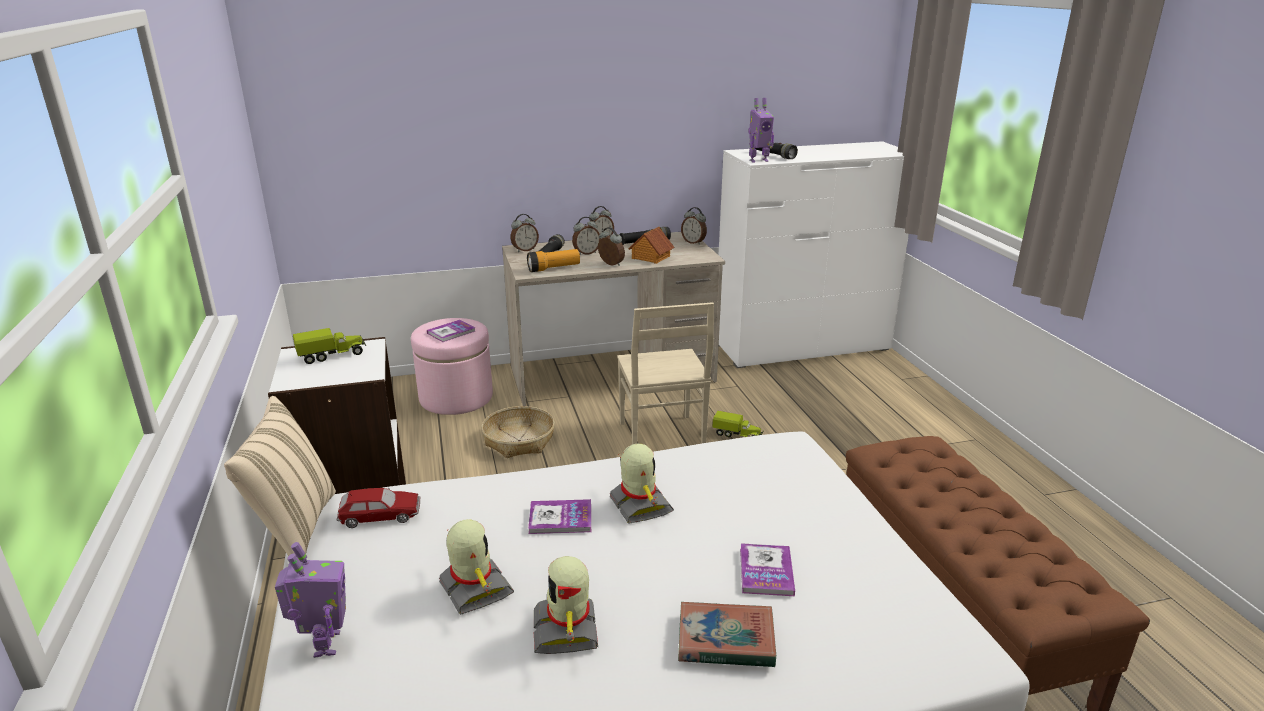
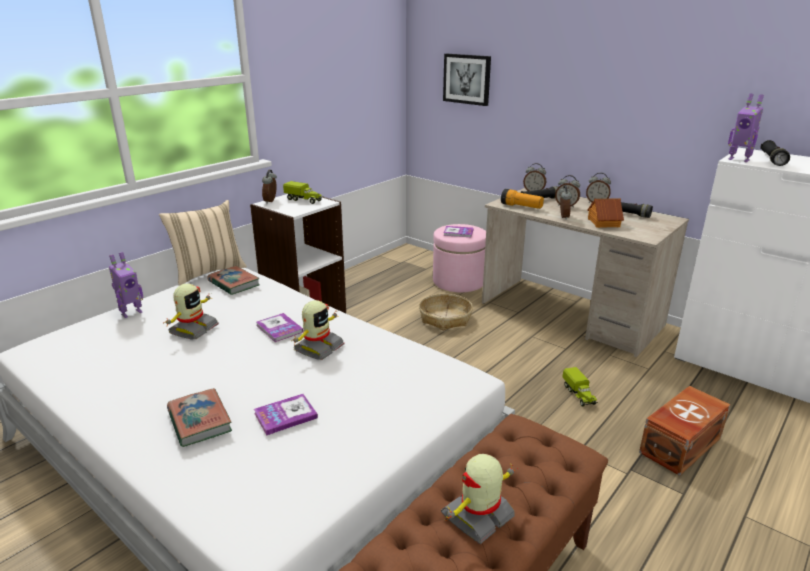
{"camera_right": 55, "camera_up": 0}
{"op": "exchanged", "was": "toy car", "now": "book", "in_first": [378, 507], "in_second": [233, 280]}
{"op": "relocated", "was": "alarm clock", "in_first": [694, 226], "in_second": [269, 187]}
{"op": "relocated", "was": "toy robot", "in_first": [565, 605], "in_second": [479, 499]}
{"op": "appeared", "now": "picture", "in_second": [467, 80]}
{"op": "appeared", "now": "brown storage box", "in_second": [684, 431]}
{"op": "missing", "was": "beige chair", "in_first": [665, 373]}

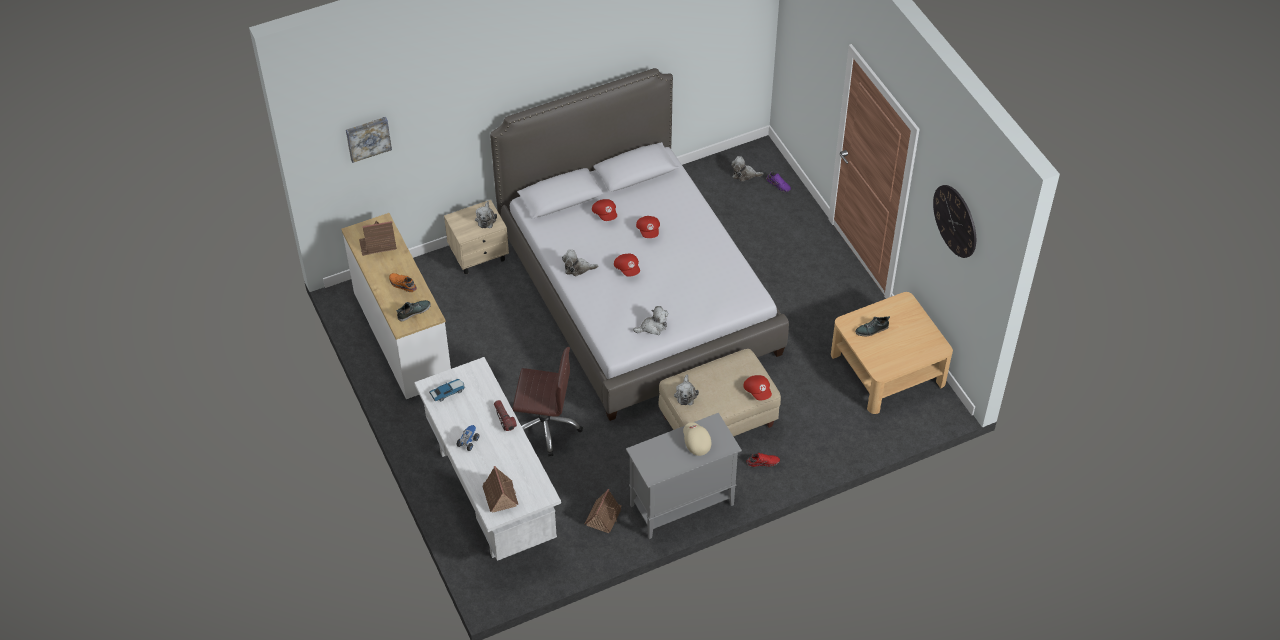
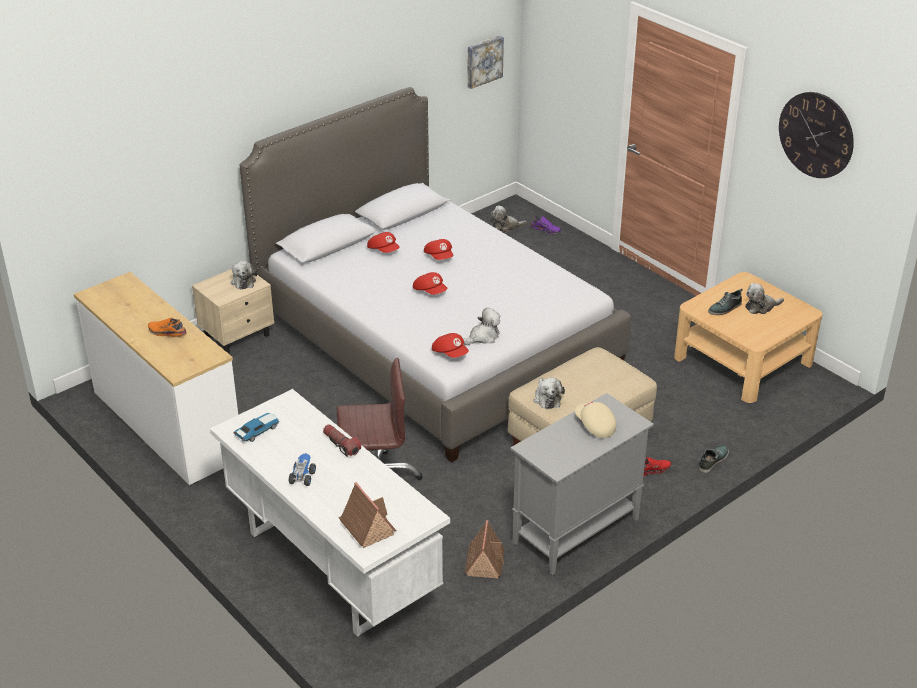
{"camera_right": -15, "camera_up": -15}
{"op": "relocated", "was": "red cap", "in_first": [757, 387], "in_second": [450, 345]}
{"op": "relocated", "was": "picture", "in_first": [369, 140], "in_second": [486, 62]}
{"op": "relocated", "was": "shoe", "in_first": [413, 310], "in_second": [714, 459]}
{"op": "relocated", "was": "plush toy", "in_first": [580, 262], "in_second": [764, 298]}
{"op": "missing", "was": "toy house", "in_first": [378, 238]}

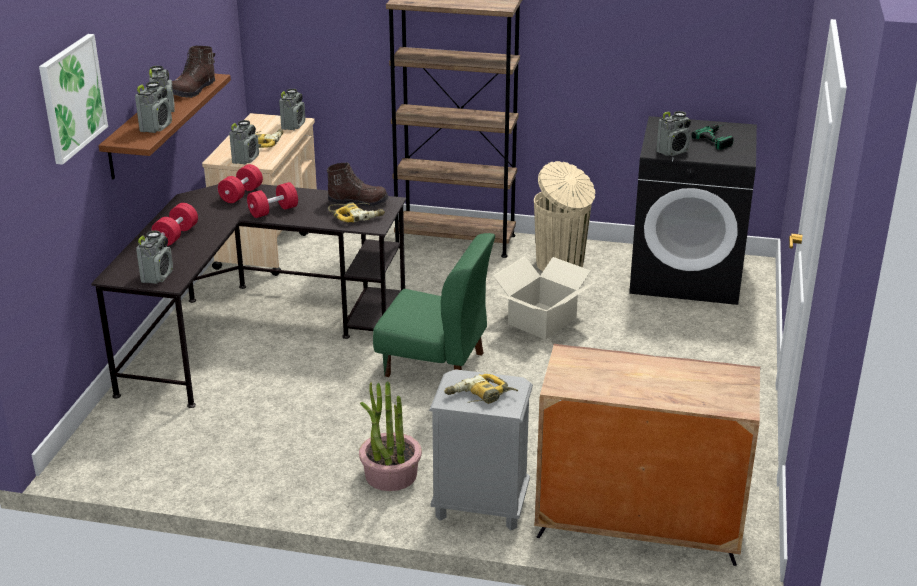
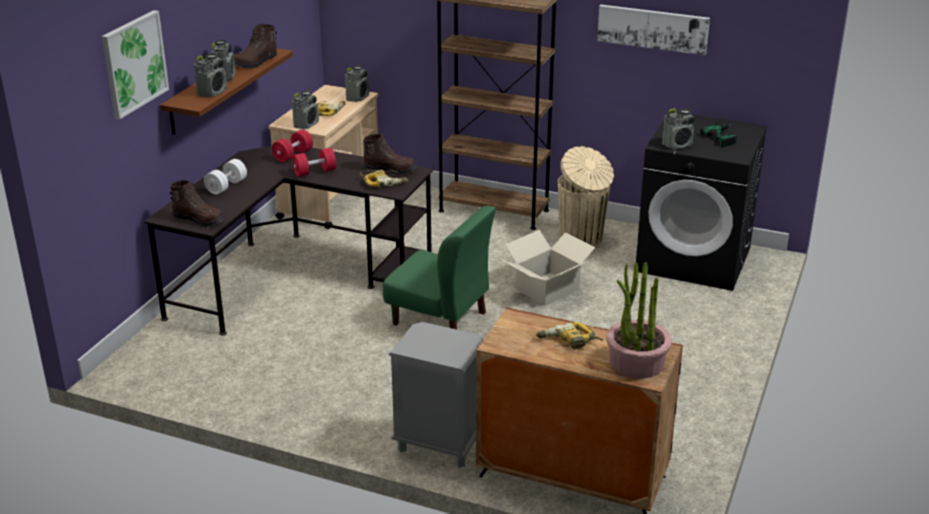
{"camera_right": 10, "camera_up": 0}
{"op": "exchanged", "was": "radio", "now": "brown boot", "in_first": [154, 257], "in_second": [197, 203]}
{"op": "colour", "was": "red dumbbell", "now": "white dumbbell", "in_first": [174, 224], "in_second": [225, 177]}
{"op": "relocated", "was": "power drill", "in_first": [481, 389], "in_second": [569, 336]}
{"op": "appeared", "now": "picture", "in_second": [653, 30]}
{"op": "relocated", "was": "potted plant", "in_first": [390, 436], "in_second": [639, 320]}

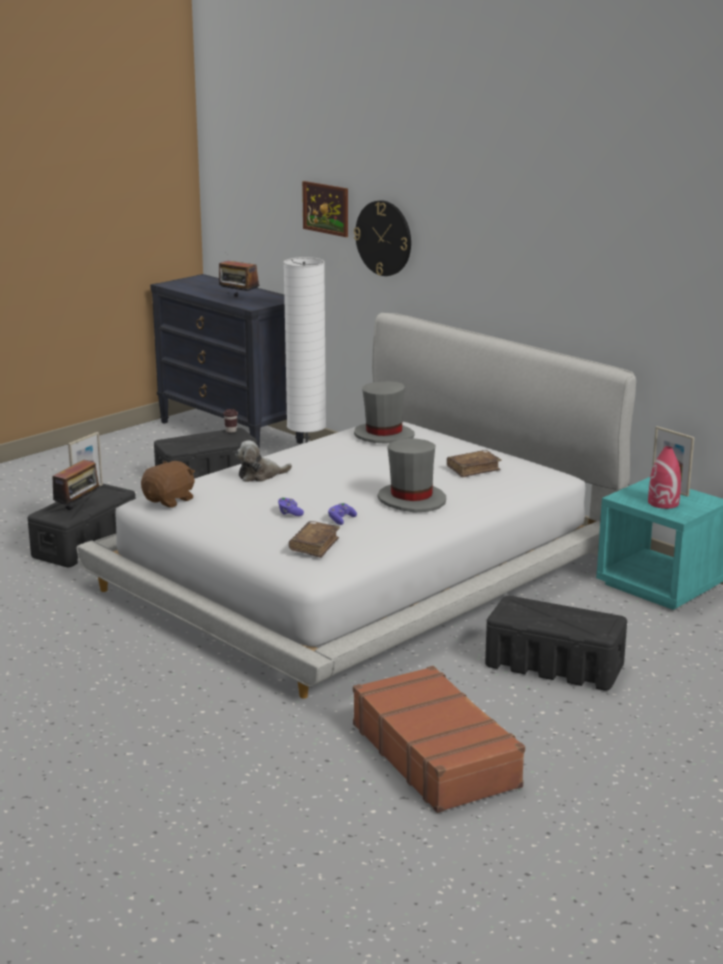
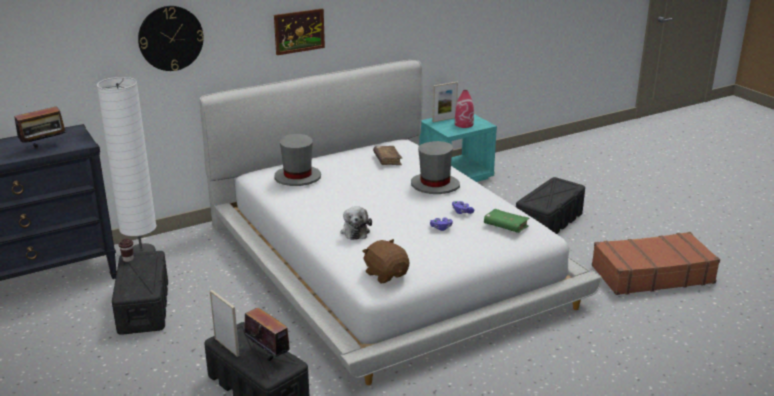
{"camera_right": -75, "camera_up": 5}
{"op": "relocated", "was": "picture", "in_first": [325, 209], "in_second": [299, 31]}
{"op": "colour", "was": "brown book", "now": "green book", "in_first": [314, 539], "in_second": [506, 221]}

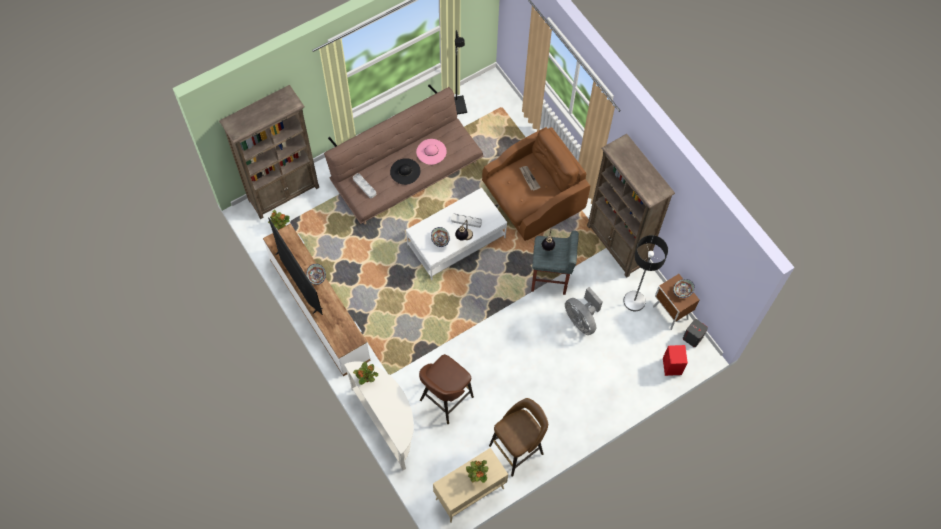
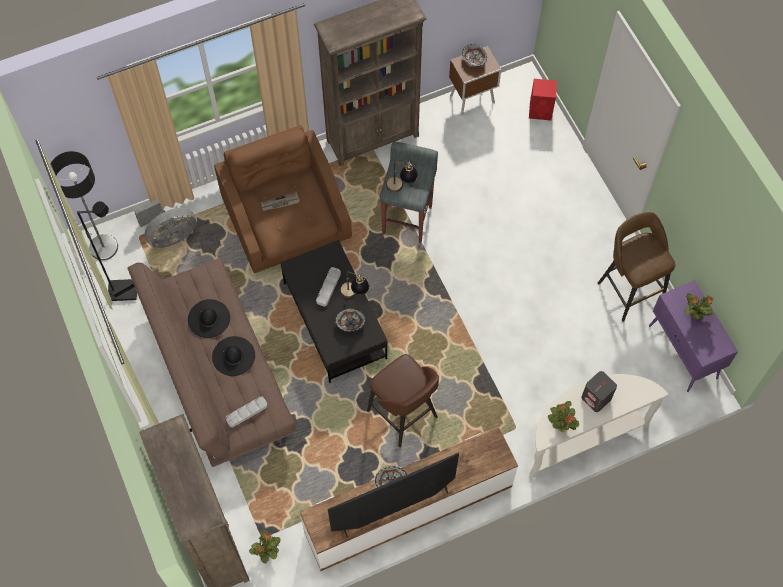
{"camera_right": -80, "camera_up": 0}
{"op": "relocated", "was": "floor lamp", "in_first": [646, 273], "in_second": [84, 205]}
{"op": "relocated", "was": "grey fan", "in_first": [584, 311], "in_second": [165, 223]}
{"op": "colour", "was": "pink hat", "now": "black hat", "in_first": [431, 152], "in_second": [209, 318]}
{"op": "colour", "was": "white coffee table", "now": "black coffee table", "in_first": [456, 234], "in_second": [334, 311]}
{"op": "relocated", "was": "brown stool", "in_first": [446, 389], "in_second": [403, 400]}
{"op": "relocated", "was": "grey speaker", "in_first": [695, 333], "in_second": [599, 391]}
{"op": "colour", "was": "beige cabinet", "now": "purple cabinet", "in_first": [470, 485], "in_second": [693, 336]}

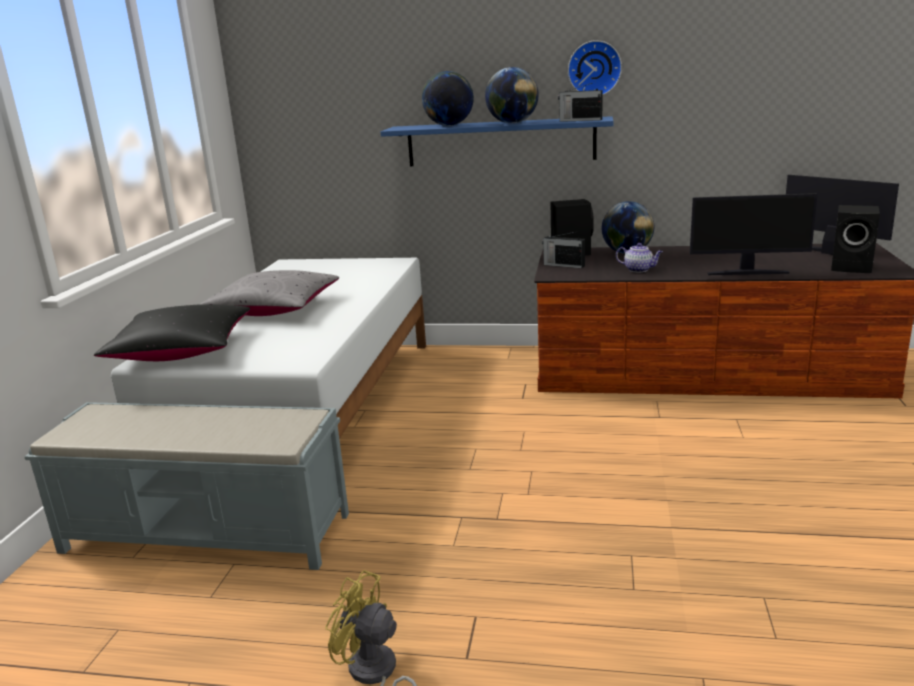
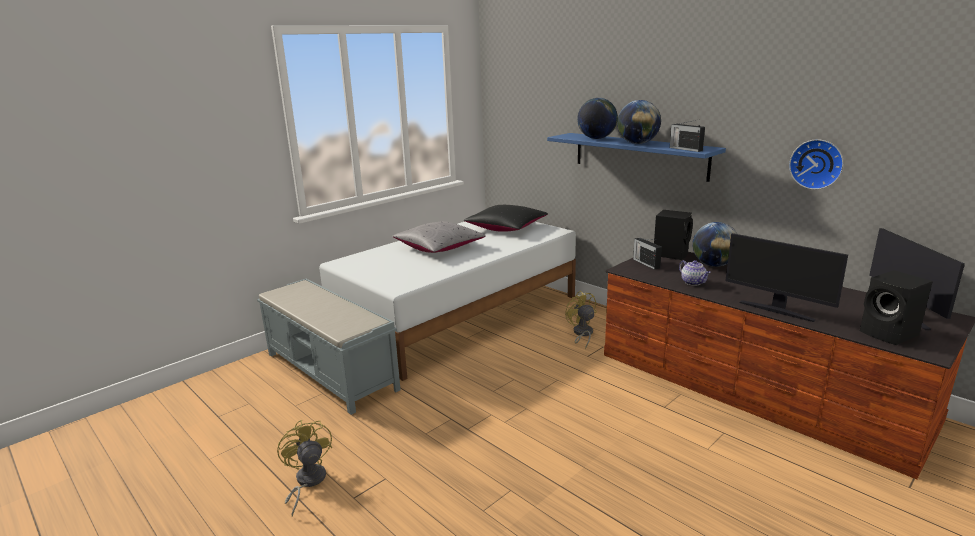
{"camera_right": 35, "camera_up": 0}
{"op": "relocated", "was": "black pillow", "in_first": [172, 332], "in_second": [506, 218]}
{"op": "appeared", "now": "yellow fan", "in_second": [581, 320]}
{"op": "relocated", "was": "wall clock", "in_first": [595, 67], "in_second": [816, 164]}

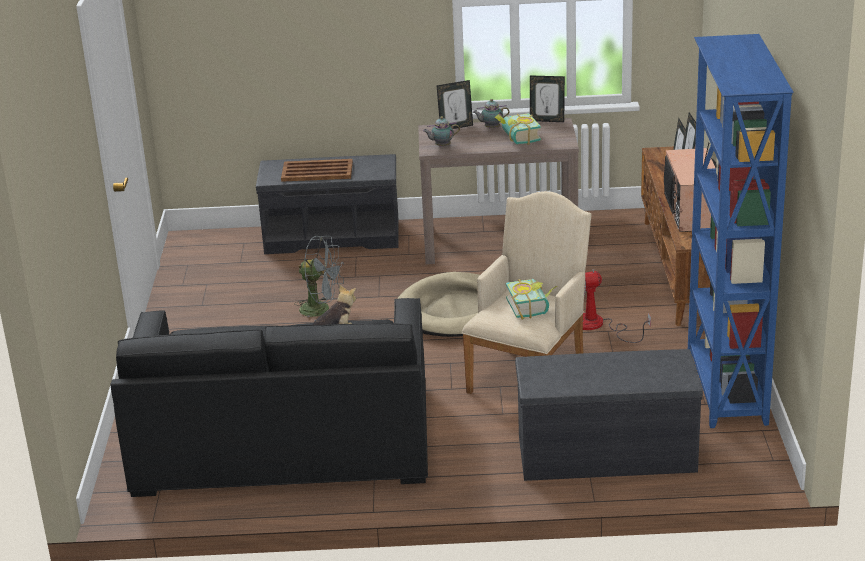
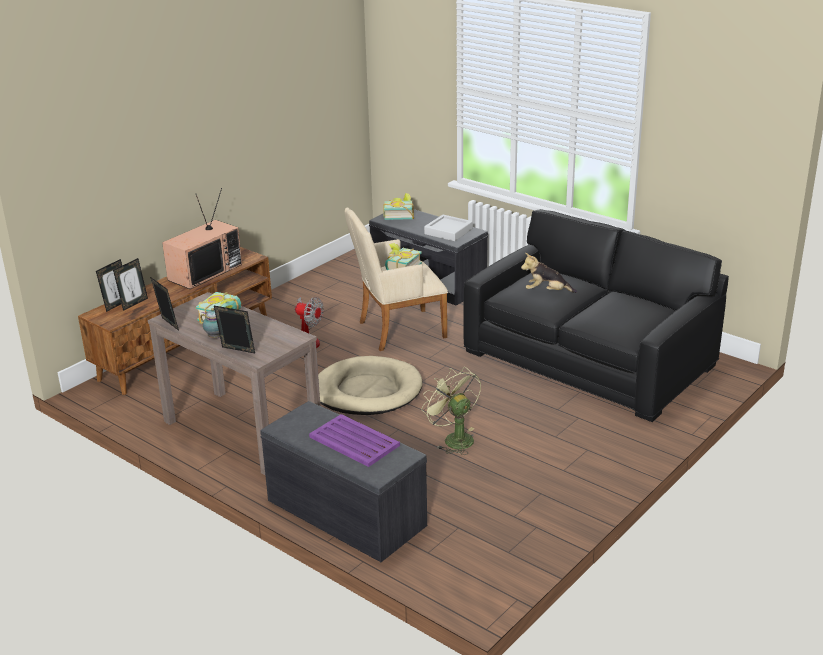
{"camera_right": -140, "camera_up": 0}
{"op": "colour", "was": "brown tray", "now": "purple tray", "in_first": [317, 170], "in_second": [354, 440]}
{"op": "appeared", "now": "book", "in_second": [398, 206]}
{"op": "colour", "was": "grey fan", "now": "green fan", "in_first": [319, 279], "in_second": [451, 411]}
{"op": "appeared", "now": "grey tray", "in_second": [448, 228]}
{"op": "missing", "was": "teapot", "in_first": [441, 131]}
{"op": "missing", "was": "blue bookcase", "in_first": [740, 231]}

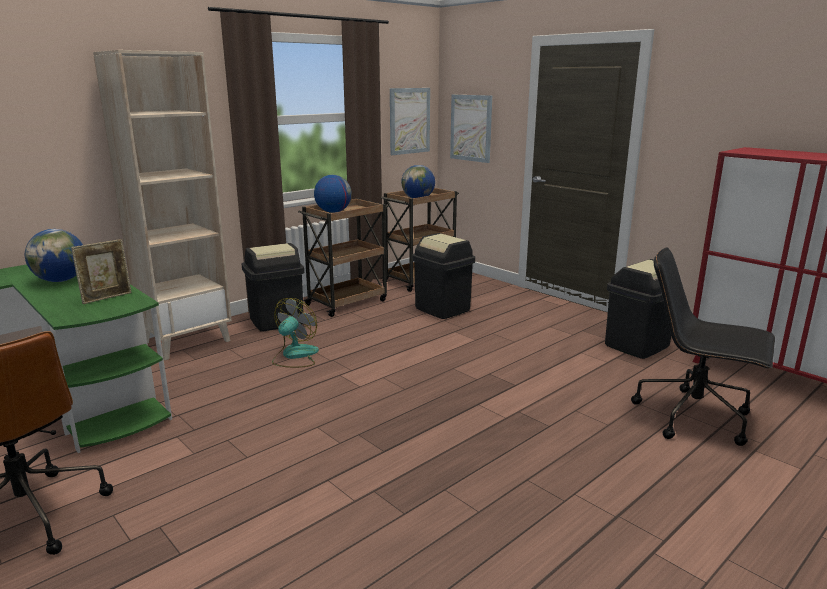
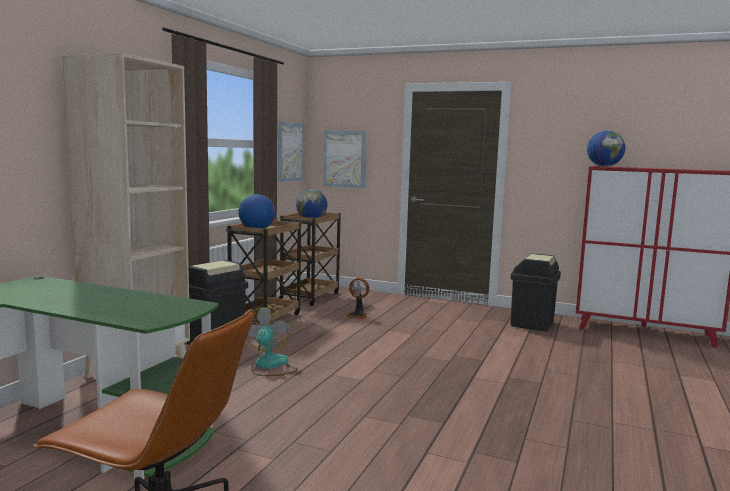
{"camera_right": -25, "camera_up": -10}
{"op": "exchanged", "was": "black trash can", "now": "fan", "in_first": [443, 276], "in_second": [357, 298]}
{"op": "relocated", "was": "globe", "in_first": [54, 255], "in_second": [606, 149]}
{"op": "missing", "was": "picture frame", "in_first": [101, 271]}
{"op": "missing", "was": "black office chair", "in_first": [703, 346]}

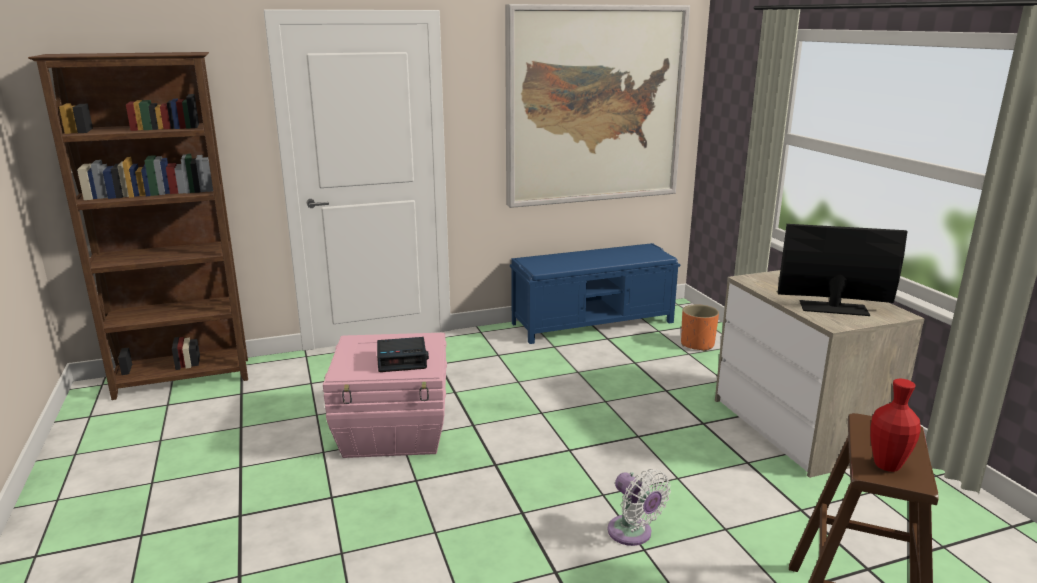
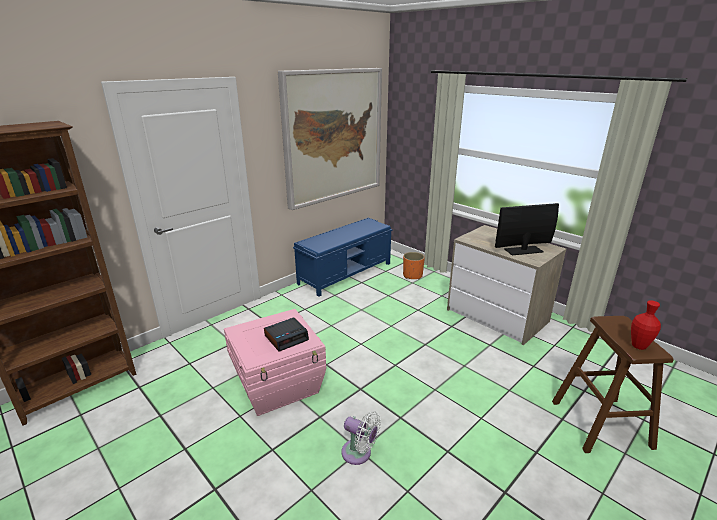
{"camera_right": -25, "camera_up": 5}
{"op": "relocated", "was": "white fan", "in_first": [639, 507], "in_second": [361, 438]}

